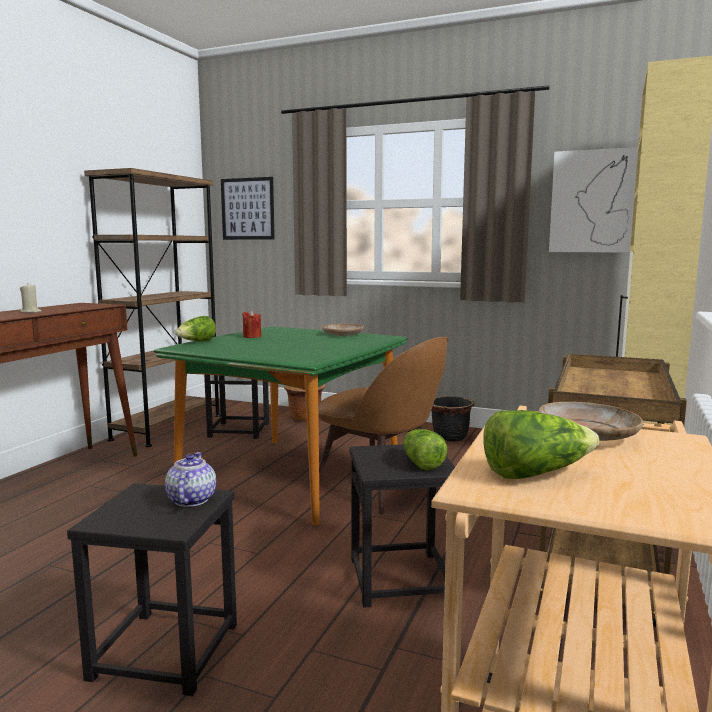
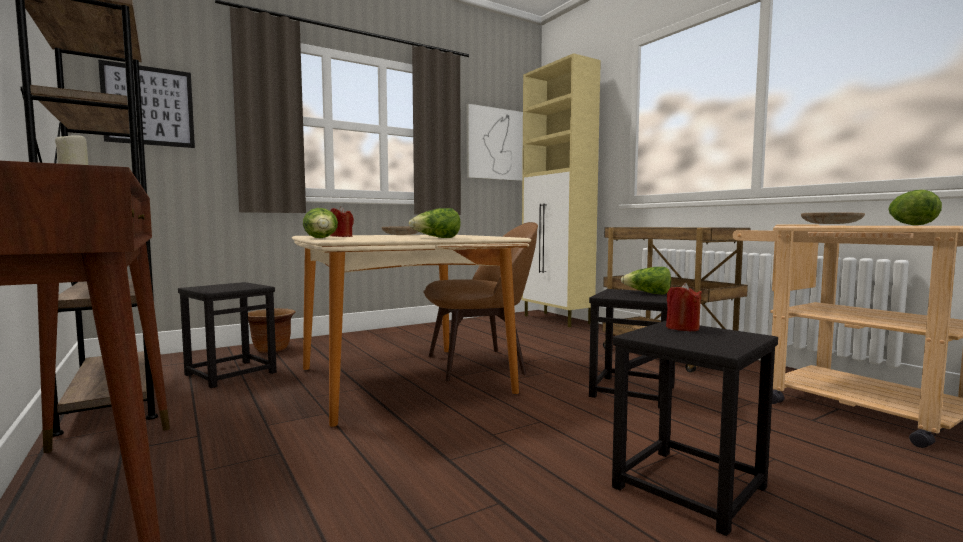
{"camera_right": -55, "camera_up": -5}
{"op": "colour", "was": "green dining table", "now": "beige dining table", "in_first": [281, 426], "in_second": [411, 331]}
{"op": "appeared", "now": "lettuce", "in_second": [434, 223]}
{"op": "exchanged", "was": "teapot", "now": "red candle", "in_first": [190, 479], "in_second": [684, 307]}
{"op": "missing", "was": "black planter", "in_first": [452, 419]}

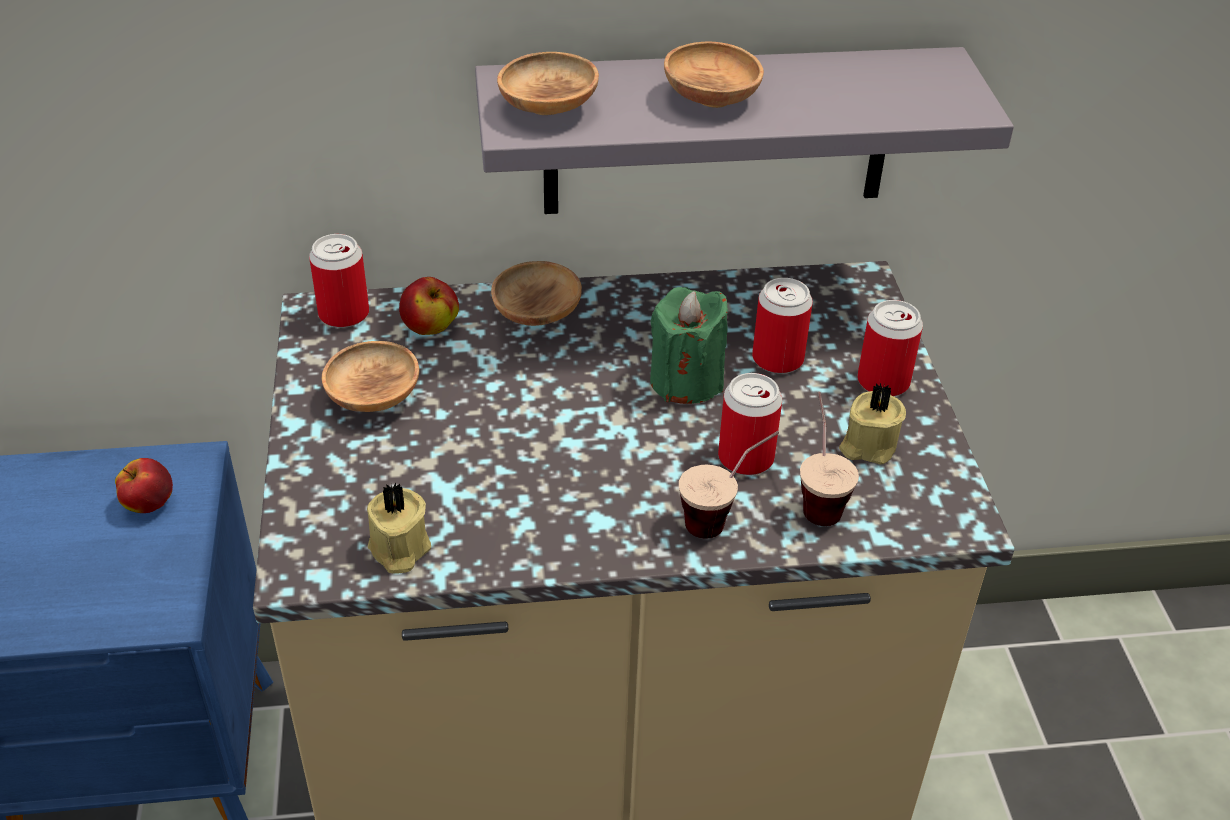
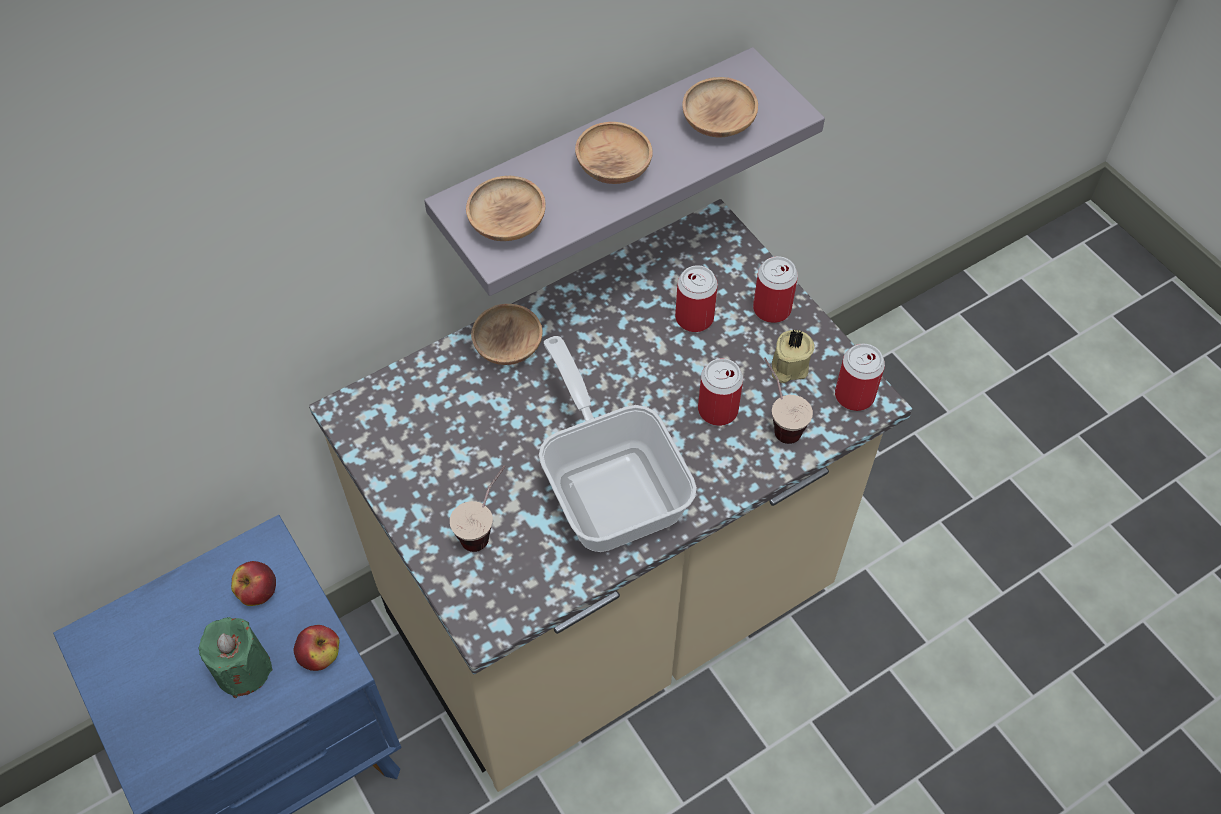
{"camera_right": -25, "camera_up": 15}
{"op": "relocated", "was": "green candle", "in_first": [689, 345], "in_second": [236, 657]}
{"op": "relocated", "was": "apple", "in_first": [429, 306], "in_second": [316, 648]}
{"op": "relocated", "was": "cup", "in_first": [729, 485], "in_second": [478, 508]}
{"op": "appeared", "now": "frying pan", "in_second": [618, 444]}
{"op": "relocated", "was": "brown bowl", "in_first": [370, 376], "in_second": [720, 107]}
{"op": "relocated", "was": "can", "in_first": [339, 281], "in_second": [860, 377]}
{"op": "missing", "was": "beige candle", "in_first": [399, 528]}

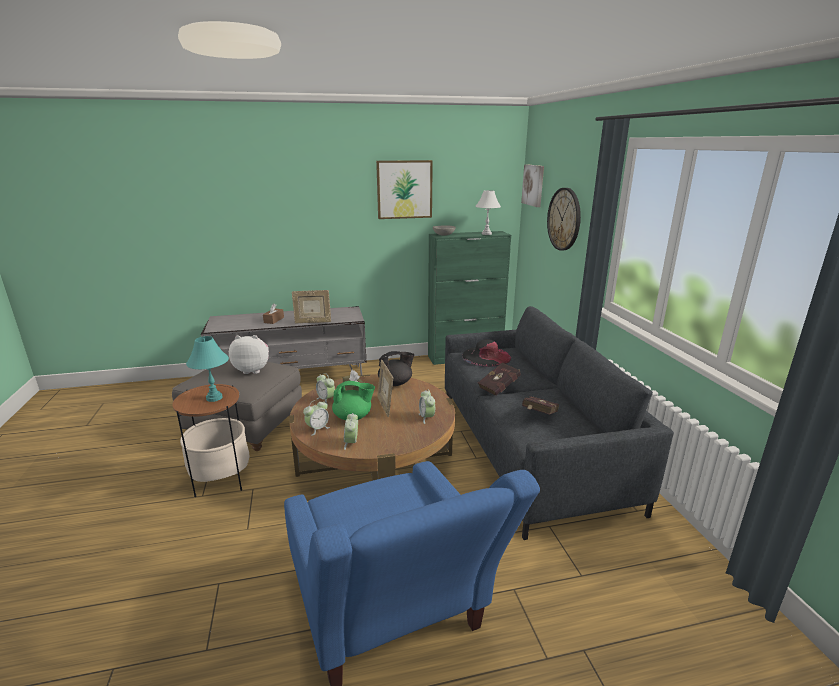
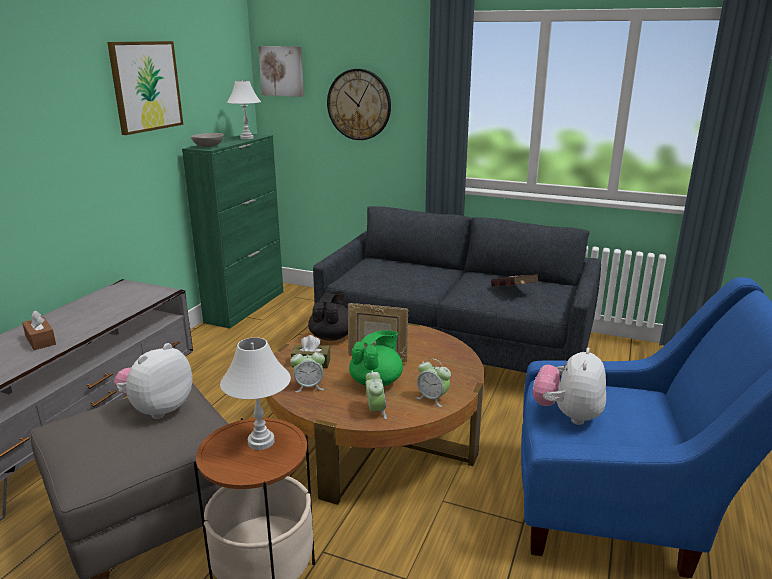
{"camera_right": -55, "camera_up": 0}
{"op": "colour", "was": "turquoise table lamp", "now": "white table lamp", "in_first": [207, 369], "in_second": [255, 393]}
{"op": "appeared", "now": "plush toy", "in_second": [569, 386]}
{"op": "missing", "was": "picture frame", "in_first": [311, 306]}
{"op": "missing", "was": "alarm clock", "in_first": [427, 407]}
{"op": "missing", "was": "black hat", "in_first": [487, 353]}
{"op": "missing", "was": "red book", "in_first": [499, 379]}

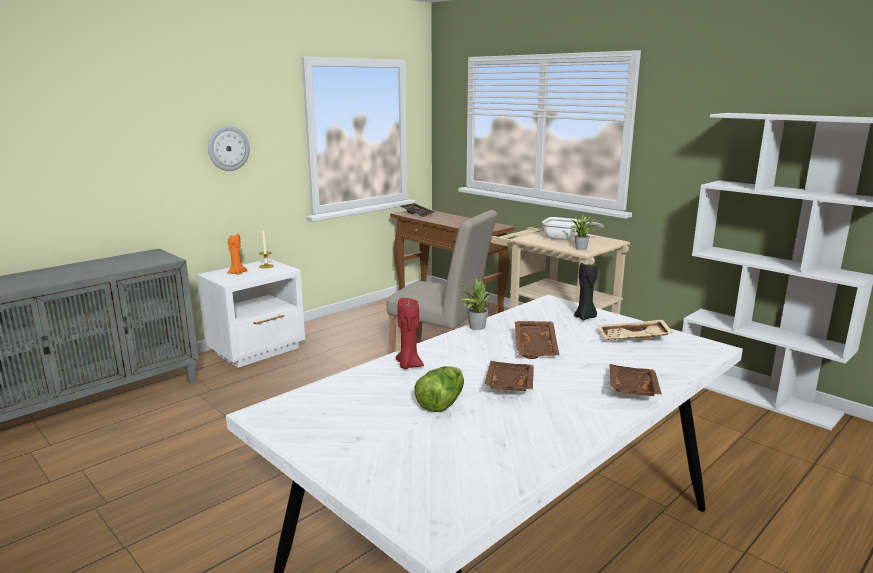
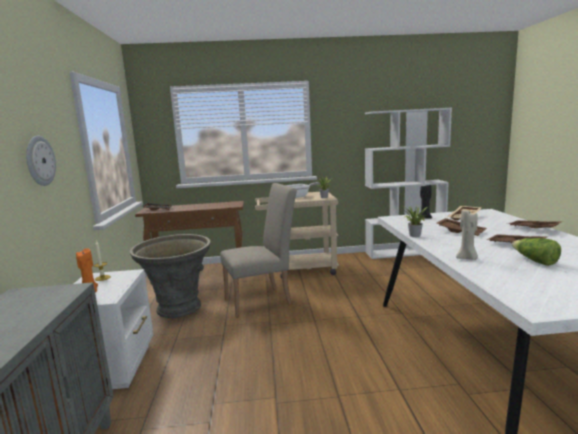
{"camera_right": -50, "camera_up": -5}
{"op": "appeared", "now": "grey planter", "in_second": [170, 276]}
{"op": "colour", "was": "red candle", "now": "beige candle", "in_first": [410, 333], "in_second": [467, 235]}

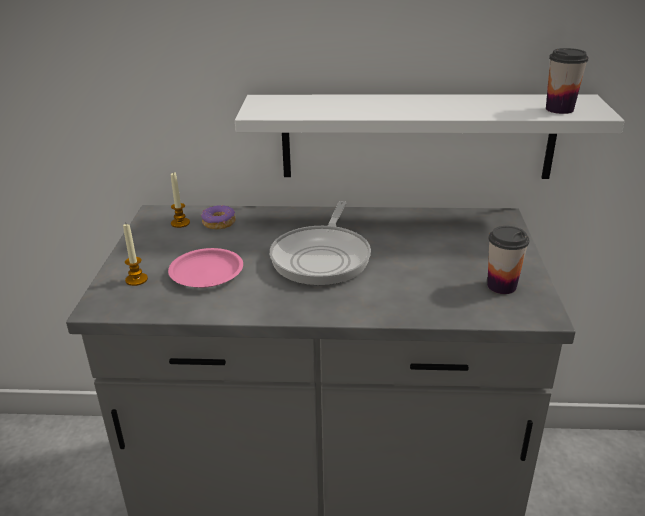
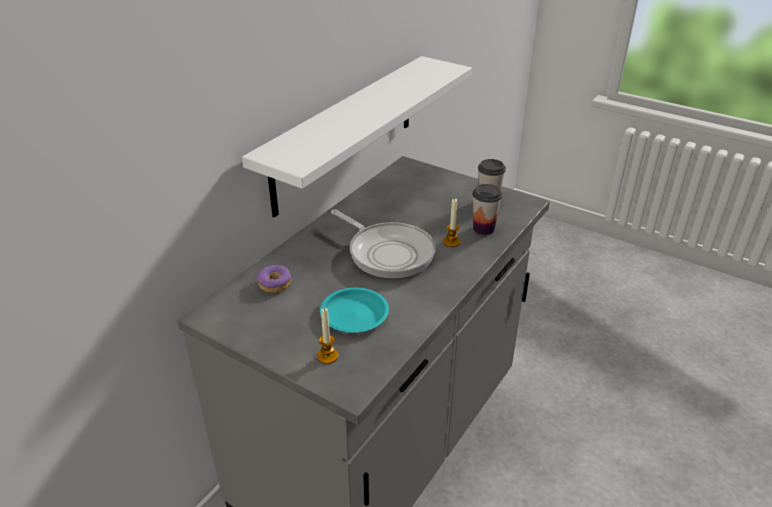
{"camera_right": -60, "camera_up": 5}
{"op": "colour", "was": "pink plate", "now": "turquoise plate", "in_first": [205, 268], "in_second": [354, 310]}
{"op": "relocated", "was": "candle", "in_first": [180, 200], "in_second": [451, 222]}
{"op": "relocated", "was": "cup", "in_first": [567, 81], "in_second": [487, 209]}

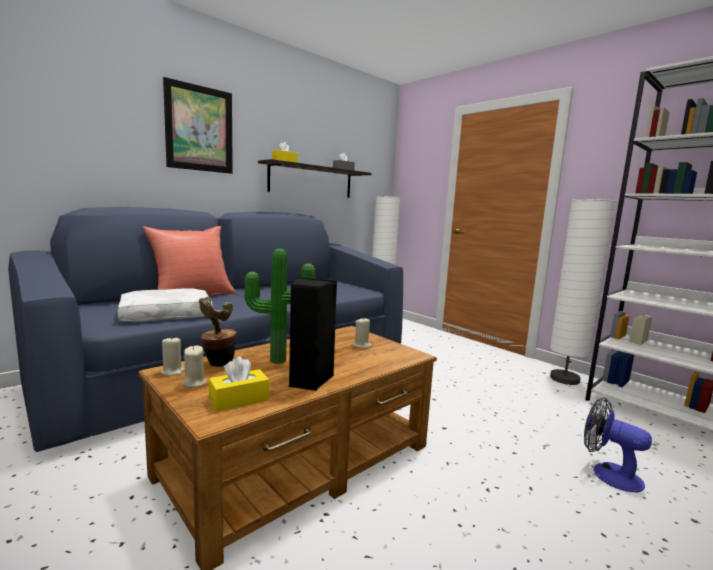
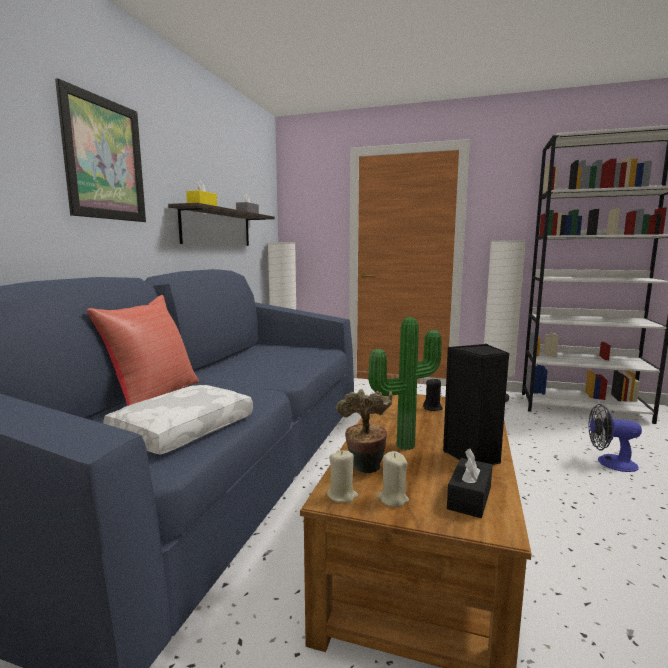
{"camera_right": -30, "camera_up": 0}
{"op": "colour", "was": "beige candle", "now": "black candle", "in_first": [362, 332], "in_second": [433, 395]}
{"op": "colour", "was": "yellow tissue box", "now": "black tissue box", "in_first": [239, 384], "in_second": [469, 483]}

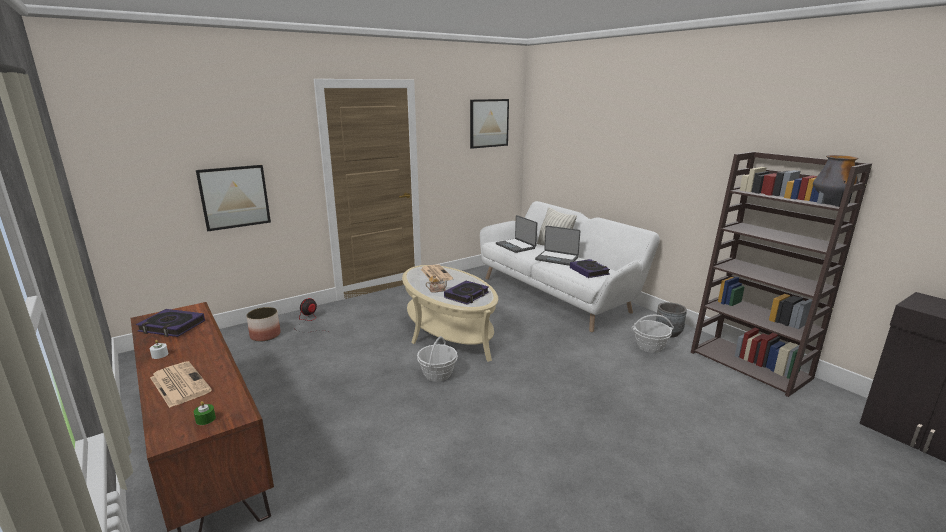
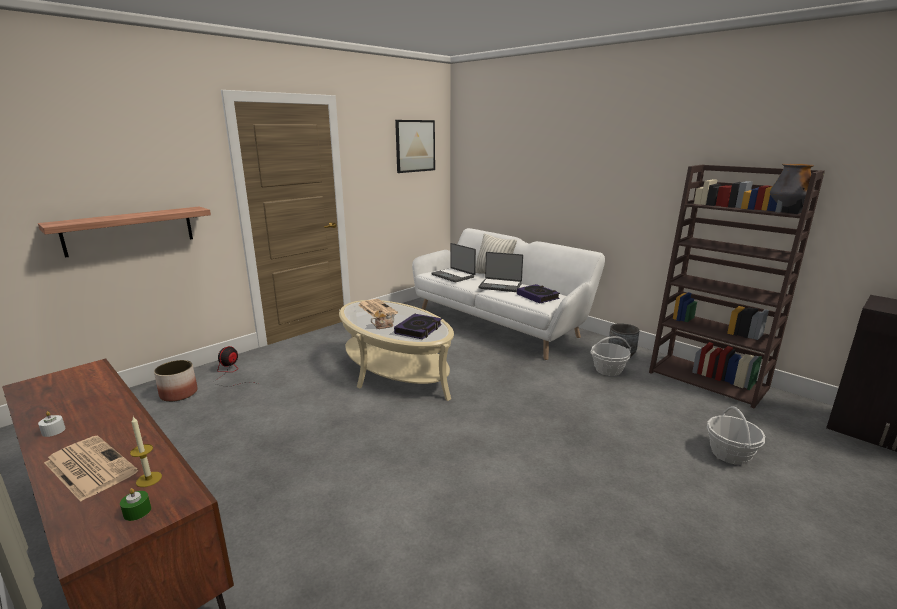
{"camera_right": -10, "camera_up": 0}
{"op": "exchanged", "was": "picture", "now": "shelf", "in_first": [233, 198], "in_second": [124, 232]}
{"op": "appeared", "now": "candle", "in_second": [146, 452]}
{"op": "relocated", "was": "basket", "in_first": [437, 359], "in_second": [736, 435]}
{"op": "missing", "was": "book", "in_first": [170, 323]}

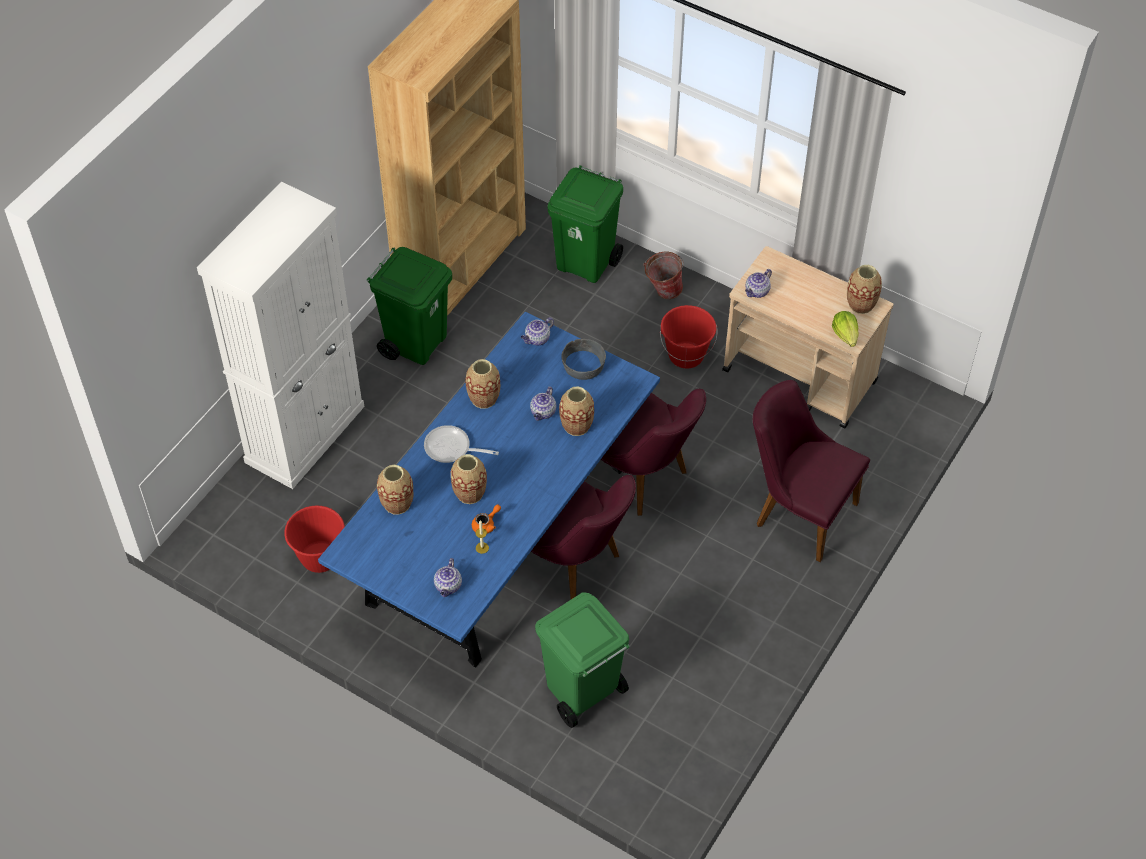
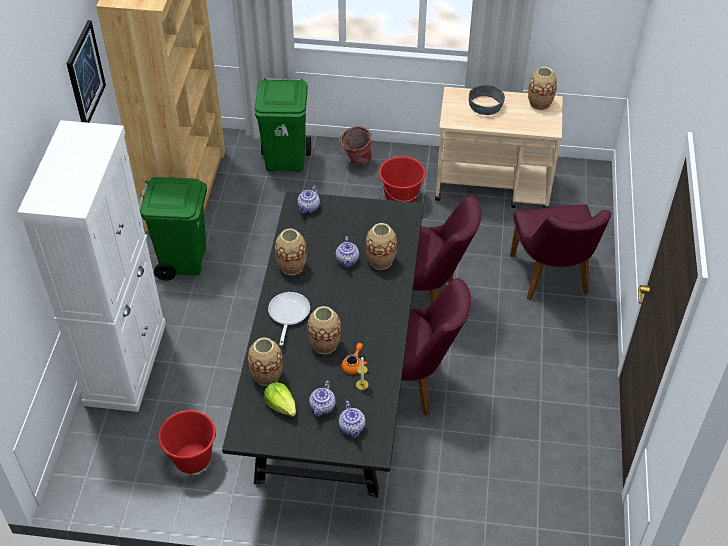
{"camera_right": -25, "camera_up": -5}
{"op": "appeared", "now": "picture", "in_second": [86, 71]}
{"op": "colour", "was": "blue dining table", "now": "black dining table", "in_first": [489, 490], "in_second": [323, 344]}
{"op": "relocated", "was": "lettuce", "in_first": [845, 329], "in_second": [280, 399]}
{"op": "spun", "was": "frying pan", "in_first": [461, 444], "in_second": [289, 319], "clockwise": 105}
{"op": "relocated", "was": "teapot", "in_first": [758, 283], "in_second": [322, 399]}
{"op": "relocated", "was": "grey bowl", "in_first": [583, 359], "in_second": [487, 100]}
{"op": "spun", "was": "purple chair", "in_first": [811, 471], "in_second": [560, 252], "clockwise": -105}
{"op": "missing", "was": "green trash can", "in_first": [582, 660]}

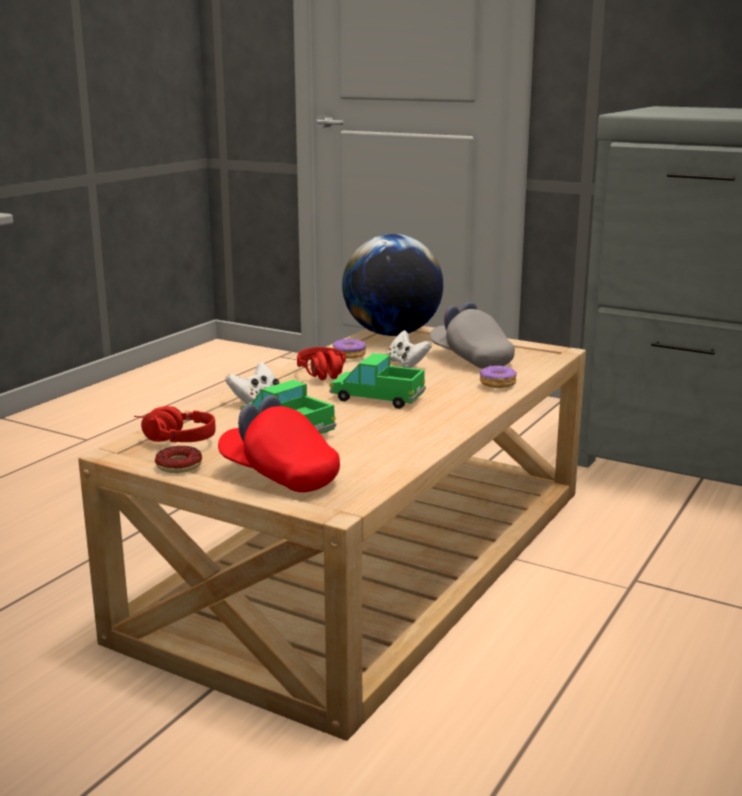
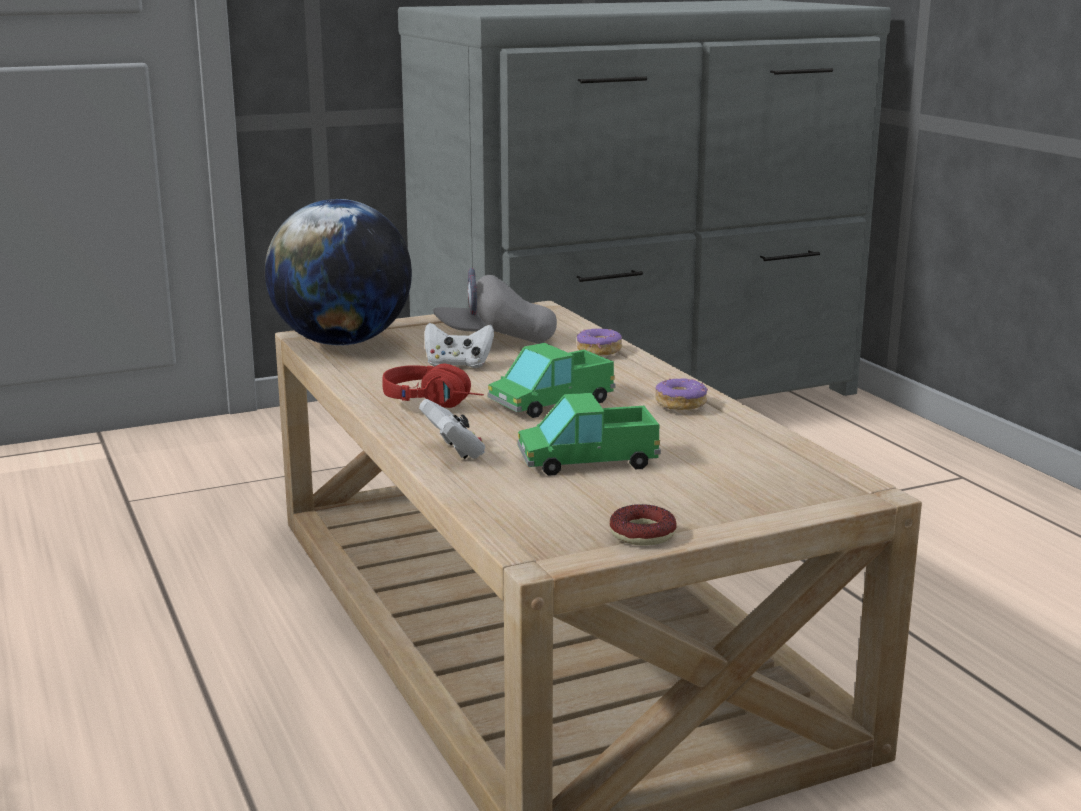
{"camera_right": -55, "camera_up": 0}
{"op": "relocated", "was": "donut", "in_first": [349, 349], "in_second": [681, 394]}
{"op": "missing", "was": "red headphones", "in_first": [175, 424]}
{"op": "missing", "was": "red cap", "in_first": [279, 443]}

